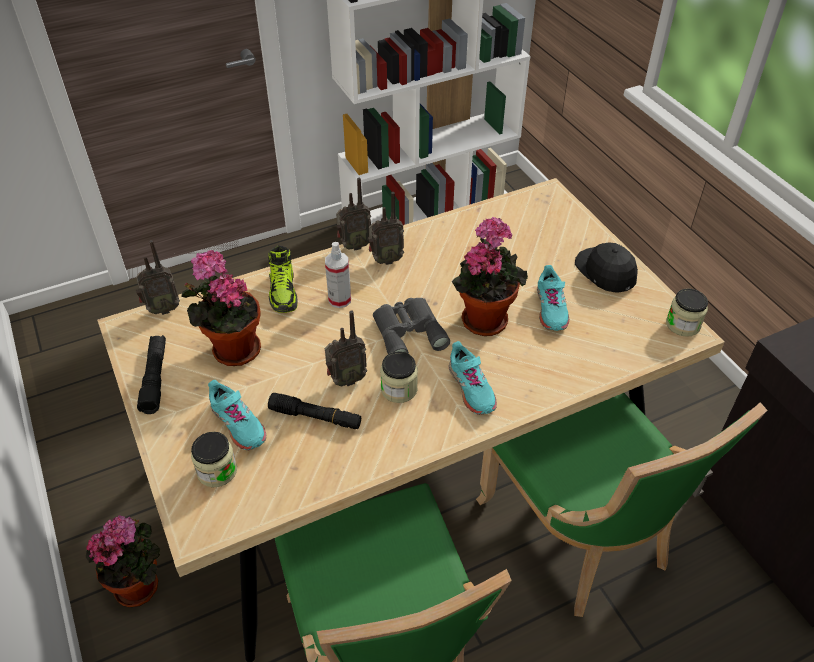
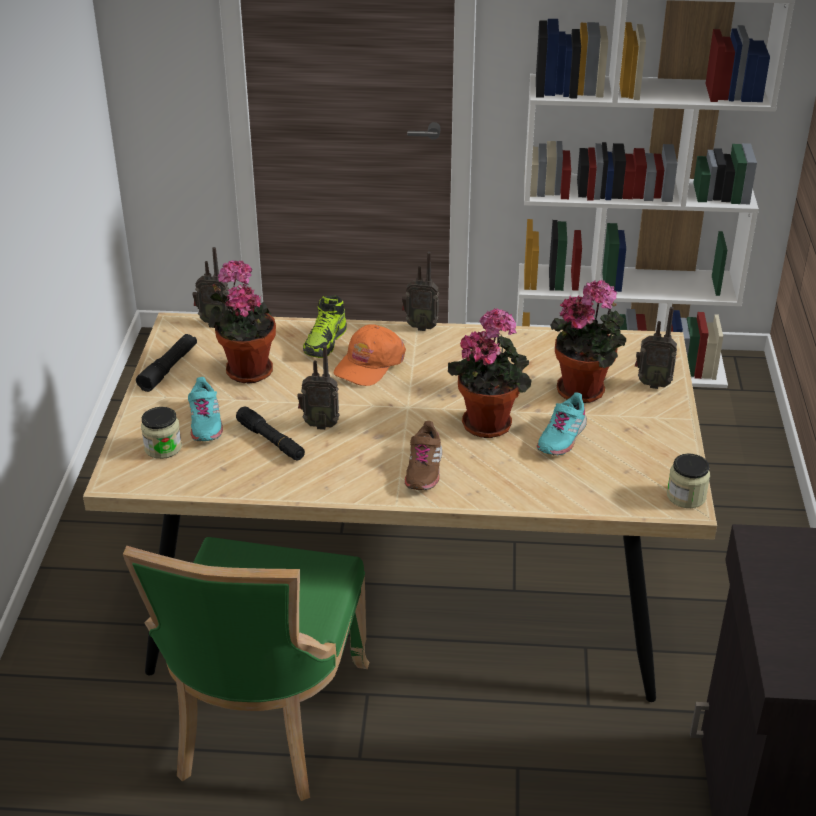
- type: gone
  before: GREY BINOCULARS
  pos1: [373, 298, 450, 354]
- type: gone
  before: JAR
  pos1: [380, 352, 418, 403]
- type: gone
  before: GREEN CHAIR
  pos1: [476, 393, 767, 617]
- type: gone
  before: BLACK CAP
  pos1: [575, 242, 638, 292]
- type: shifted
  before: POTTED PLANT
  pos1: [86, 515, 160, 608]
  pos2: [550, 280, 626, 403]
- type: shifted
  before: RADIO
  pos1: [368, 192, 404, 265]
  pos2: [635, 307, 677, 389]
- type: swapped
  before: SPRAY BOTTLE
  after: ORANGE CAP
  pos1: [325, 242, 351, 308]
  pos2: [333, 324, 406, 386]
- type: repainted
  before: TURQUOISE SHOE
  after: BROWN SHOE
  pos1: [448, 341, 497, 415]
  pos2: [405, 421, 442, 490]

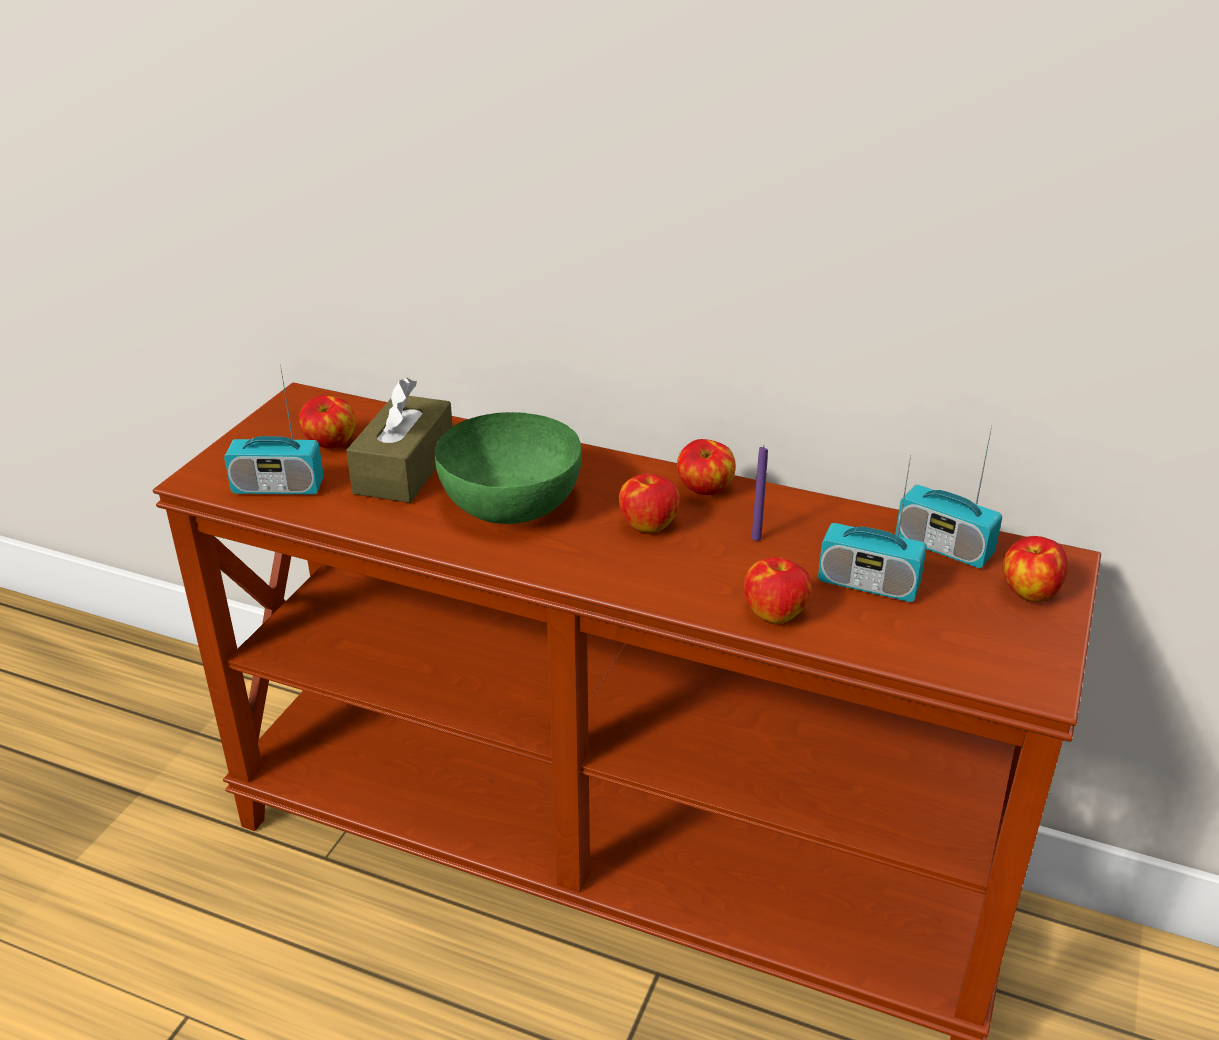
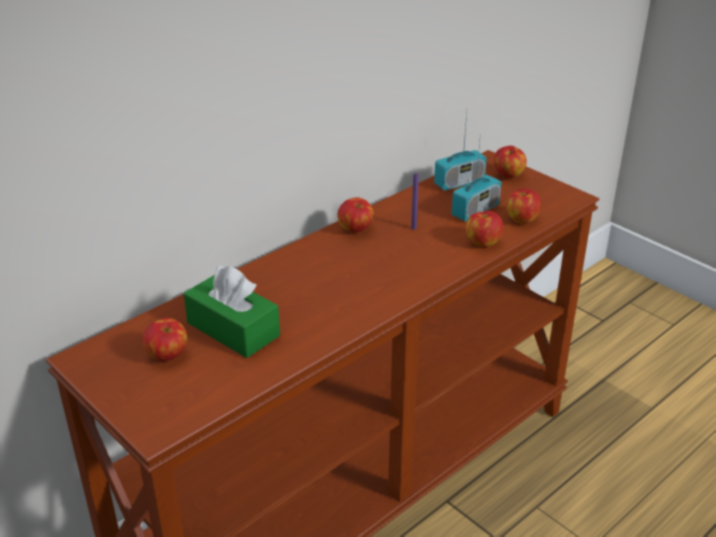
- type: gone
  before: RADIO
  pos1: [224, 364, 324, 494]
- type: gone
  before: GREEN BOWL
  pos1: [435, 412, 582, 524]
- type: shifted
  before: APPLE
  pos1: [619, 474, 680, 533]
  pos2: [505, 188, 541, 224]
- type: repainted
  before: BROWN TISSUE BOX
  after: GREEN TISSUE BOX
  pos1: [346, 378, 453, 503]
  pos2: [184, 265, 280, 358]

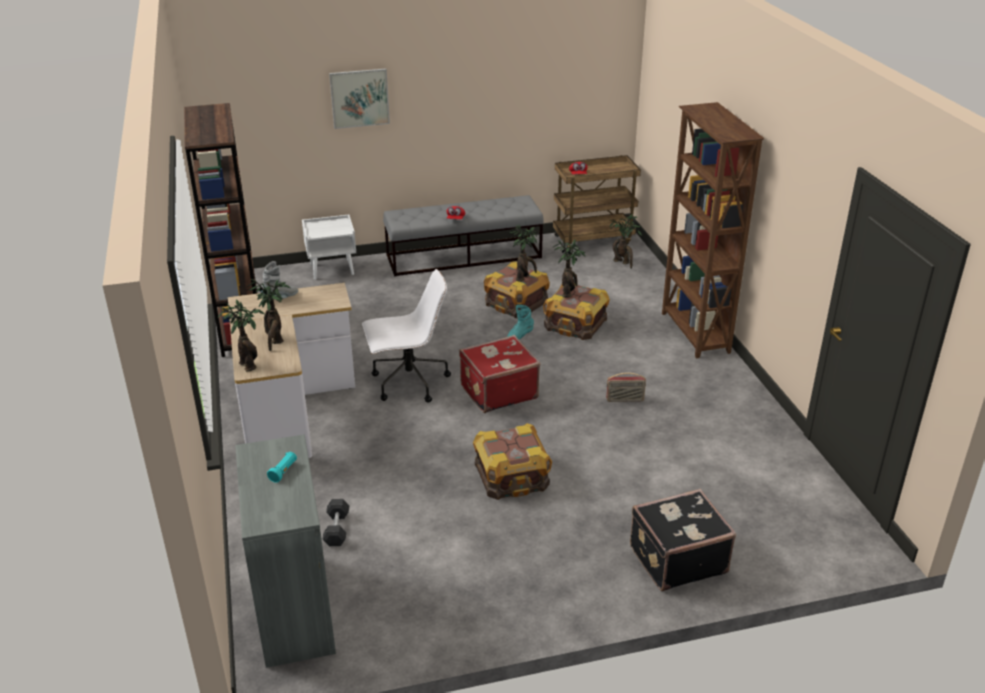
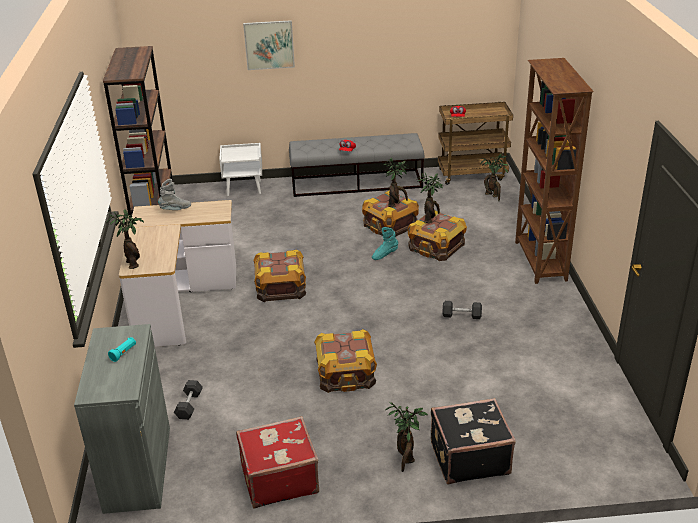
- type: shifted
  before: POTTED PLANT
  pos1: [247, 278, 290, 351]
  pos2: [385, 402, 428, 472]
- type: shifted
  before: RED SUITCASE
  pos1: [459, 335, 540, 413]
  pos2: [236, 416, 319, 509]
- type: swapped
  before: WHITE OFFICE CHAIR
  after: CRATE
  pos1: [362, 269, 451, 402]
  pos2: [253, 250, 306, 302]
- type: swapped
  before: RADIO
  after: GREY DUMBBELL
  pos1: [606, 372, 646, 402]
  pos2: [442, 301, 482, 319]

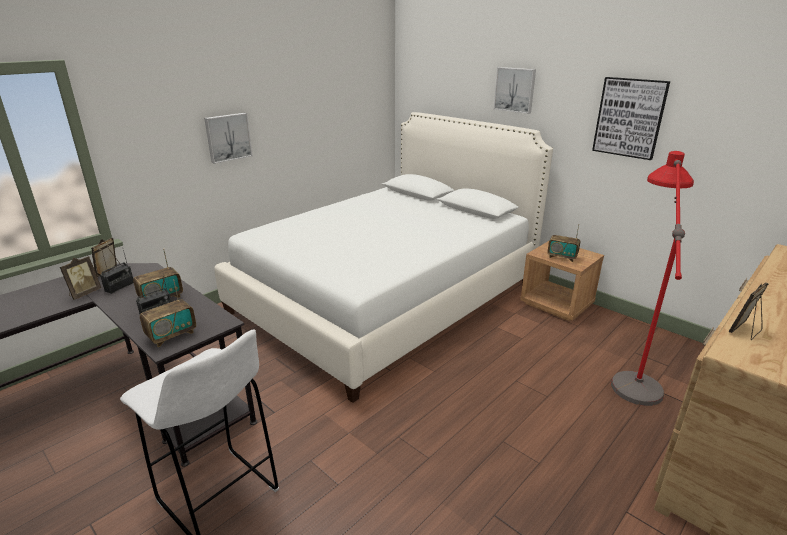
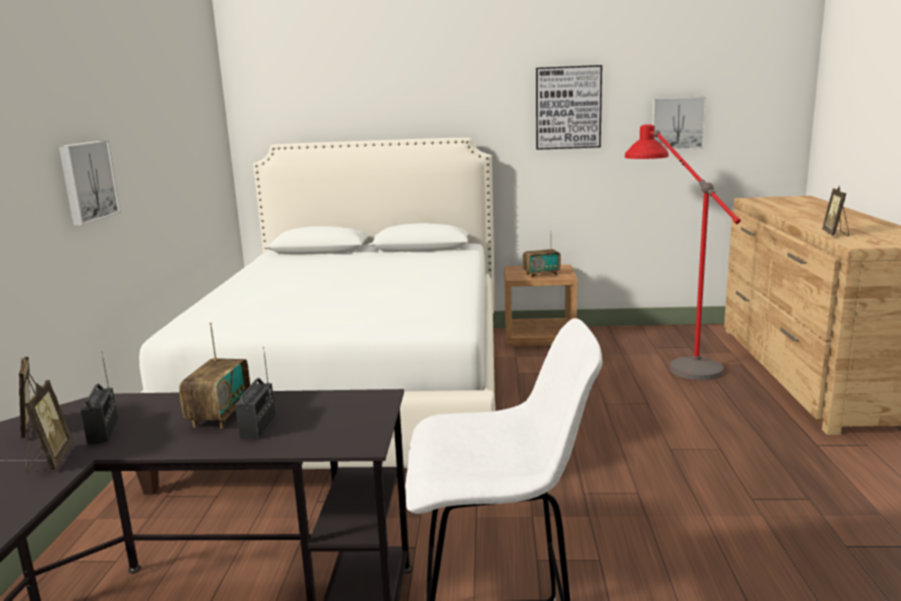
- type: gone
  before: RADIO
  pos1: [140, 279, 196, 347]
- type: shifted
  before: PICTURE
  pos1: [494, 67, 536, 114]
  pos2: [652, 97, 706, 150]

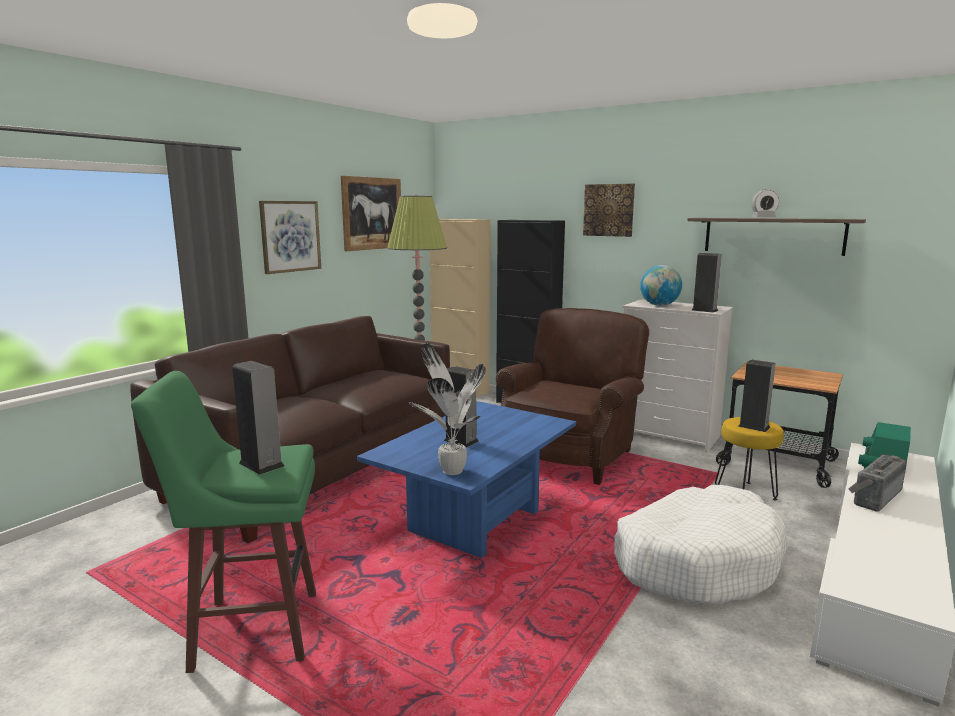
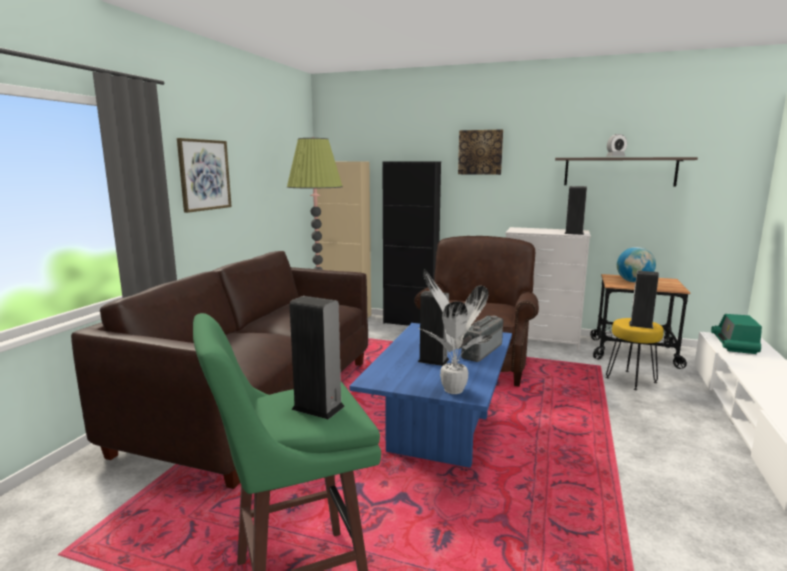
- type: gone
  before: PICTURE
  pos1: [341, 176, 401, 251]
- type: gone
  before: WHITE DOG BED
  pos1: [614, 485, 788, 605]
- type: shifted
  before: GLOBE
  pos1: [640, 265, 682, 306]
  pos2: [617, 247, 656, 283]
- type: shifted
  before: RADIO
  pos1: [849, 454, 907, 511]
  pos2: [459, 315, 503, 362]

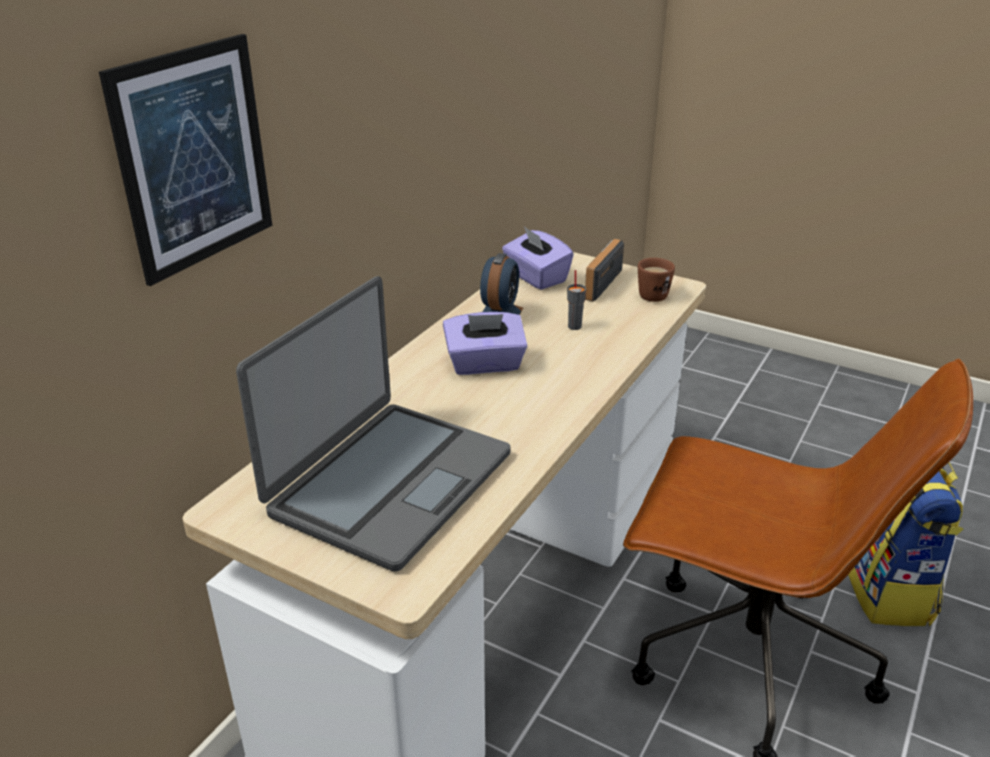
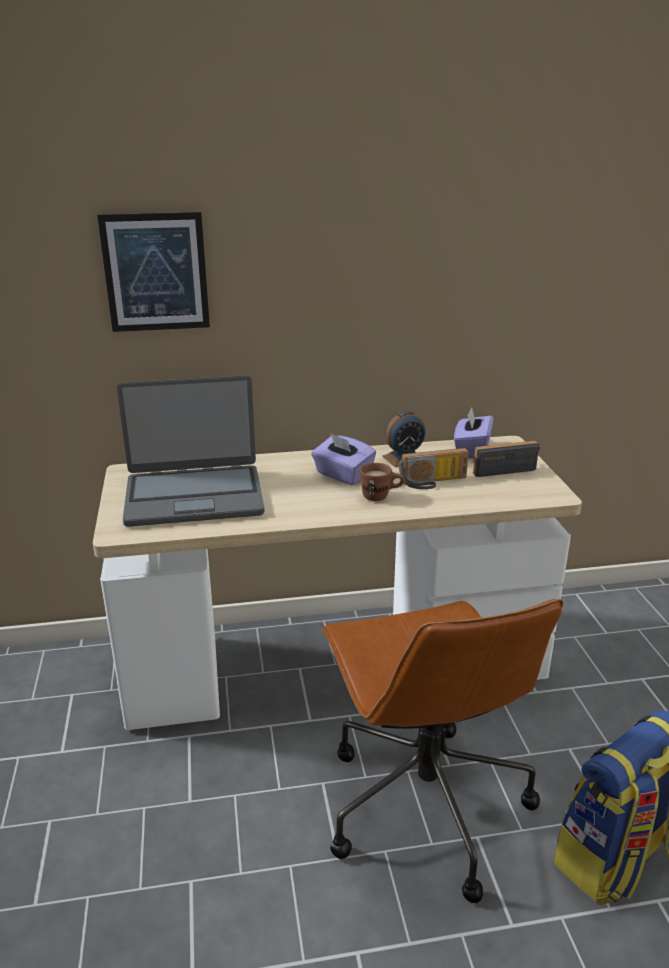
- type: shifted
  before: BROWN MUG
  pos1: [638, 258, 675, 302]
  pos2: [360, 463, 404, 501]
- type: swapped
  before: GREY CUP
  after: RADIO
  pos1: [567, 270, 586, 330]
  pos2: [399, 448, 469, 489]

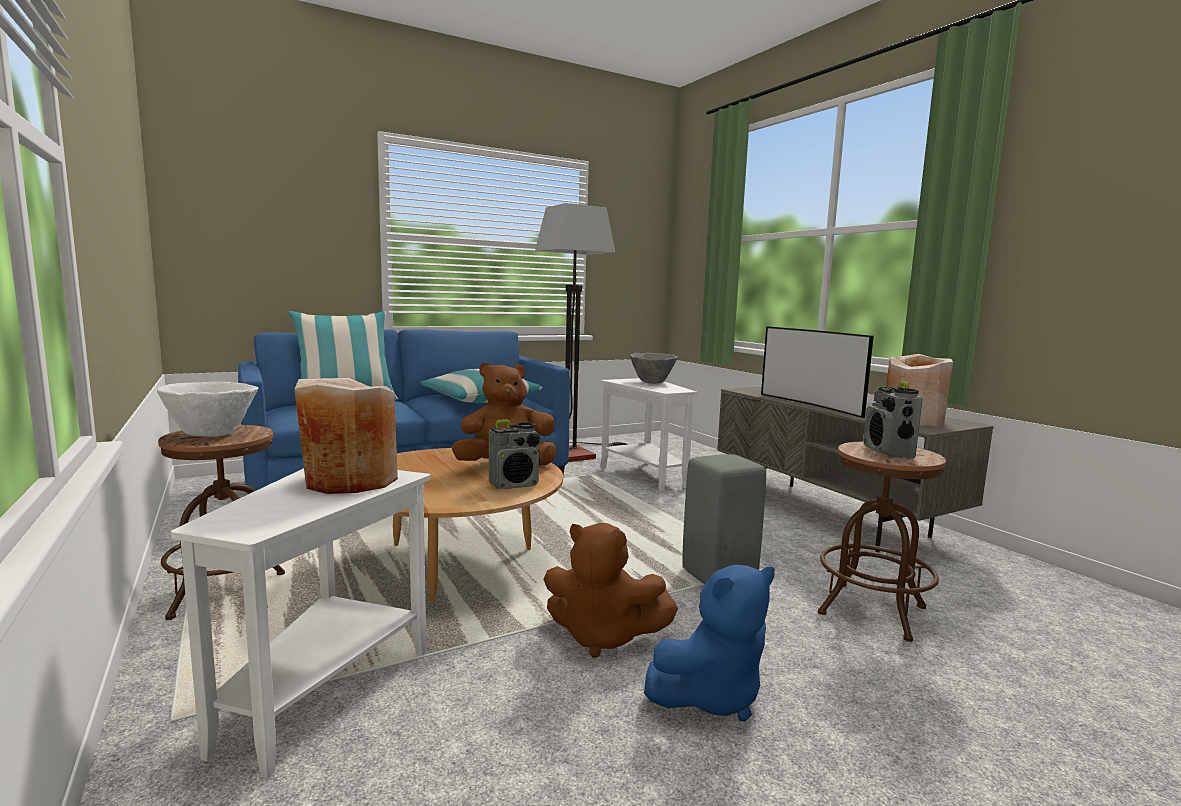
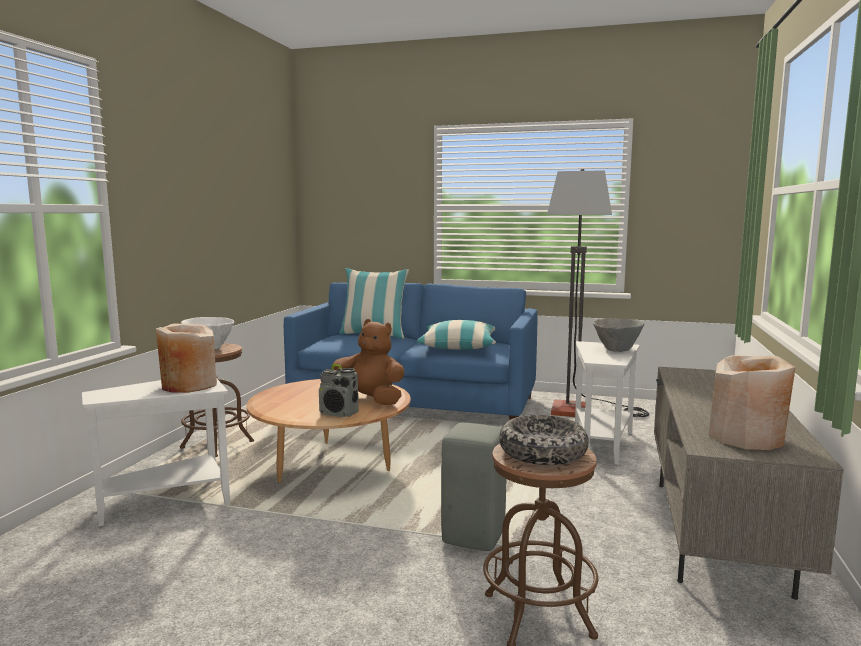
- type: gone
  before: BROWN PLUSH TOY
  pos1: [543, 523, 678, 658]
- type: gone
  before: BLUE PLUSH TOY
  pos1: [644, 565, 775, 722]
- type: gone
  before: TELEVISION
  pos1: [761, 326, 874, 418]
- type: swapped
  before: RADIO
  after: BOWL
  pos1: [863, 381, 923, 458]
  pos2: [499, 415, 589, 465]

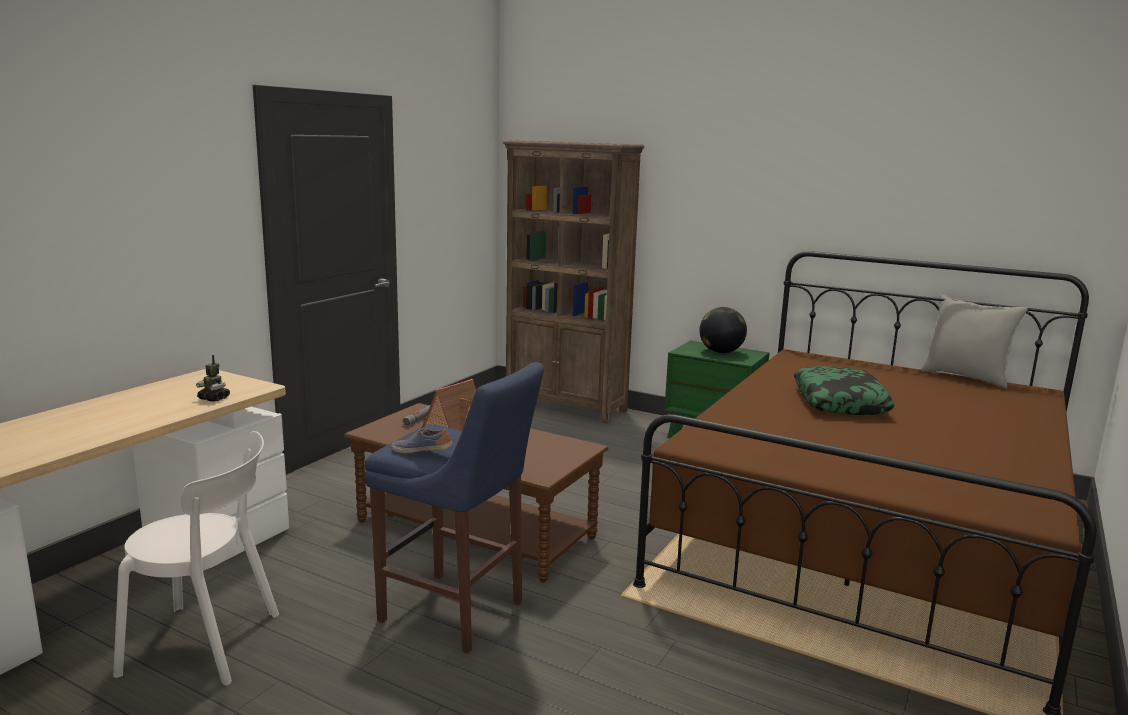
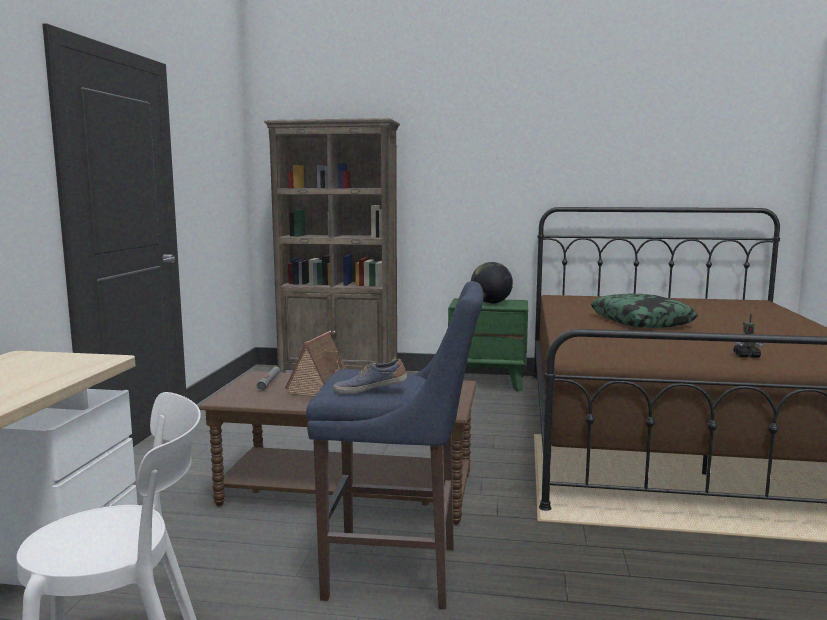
- type: gone
  before: GREY PILLOW
  pos1: [920, 294, 1028, 389]
- type: shifted
  before: TOY ROBOT
  pos1: [196, 355, 230, 402]
  pos2: [733, 314, 764, 358]

